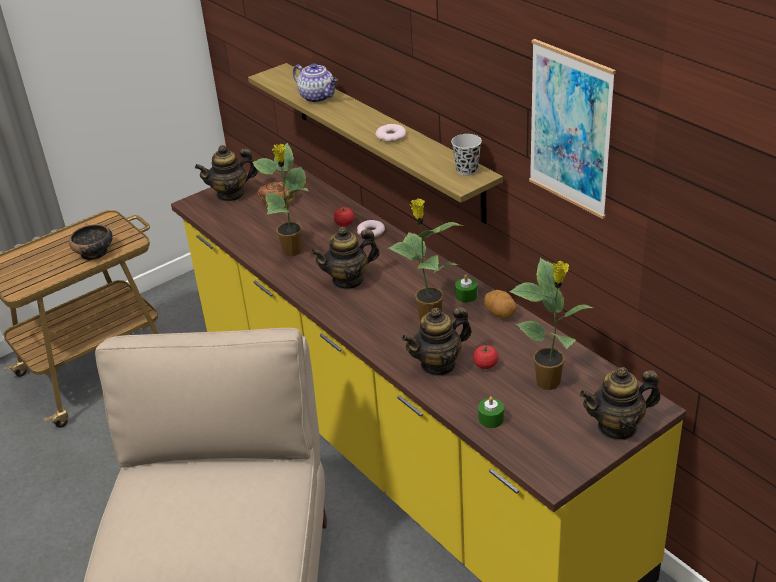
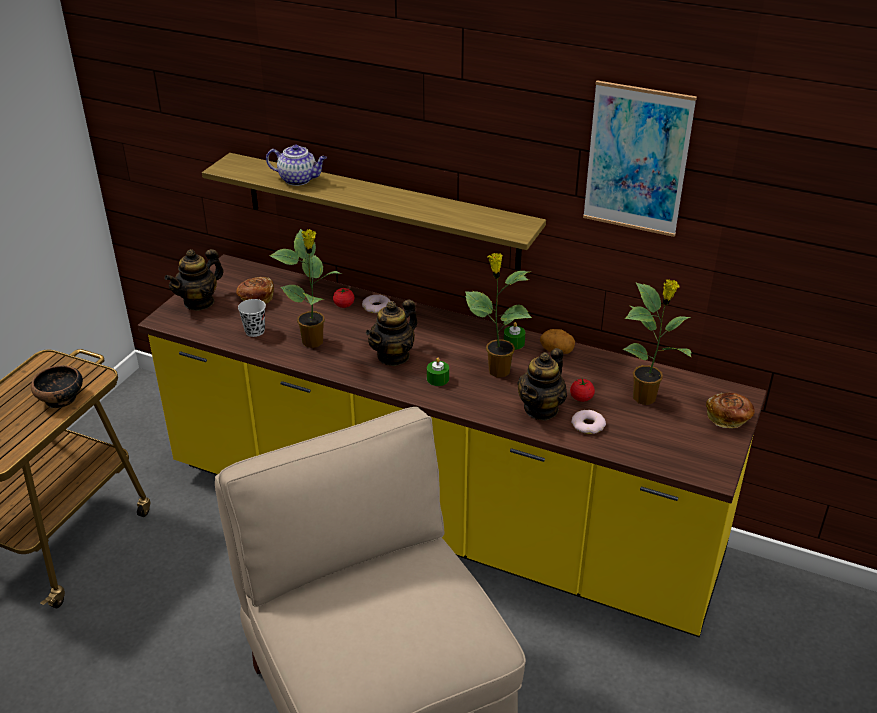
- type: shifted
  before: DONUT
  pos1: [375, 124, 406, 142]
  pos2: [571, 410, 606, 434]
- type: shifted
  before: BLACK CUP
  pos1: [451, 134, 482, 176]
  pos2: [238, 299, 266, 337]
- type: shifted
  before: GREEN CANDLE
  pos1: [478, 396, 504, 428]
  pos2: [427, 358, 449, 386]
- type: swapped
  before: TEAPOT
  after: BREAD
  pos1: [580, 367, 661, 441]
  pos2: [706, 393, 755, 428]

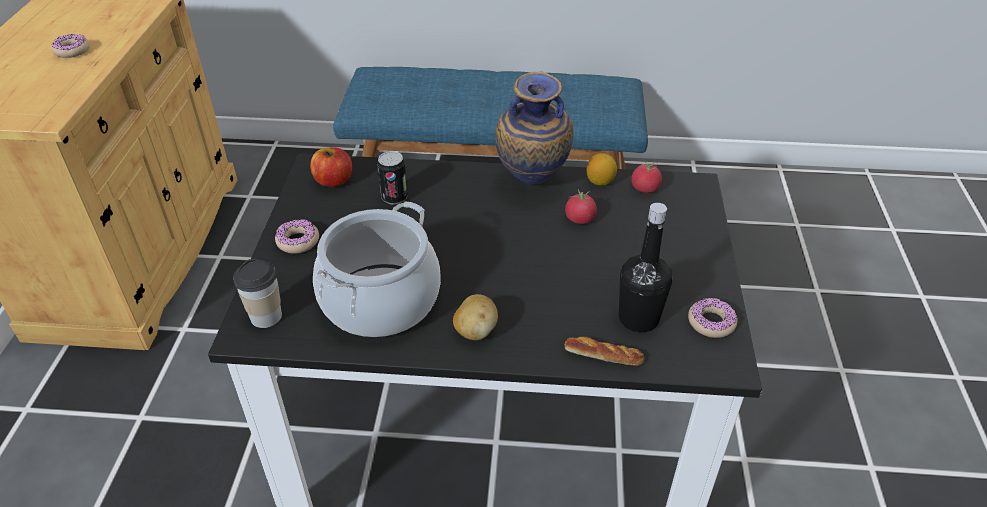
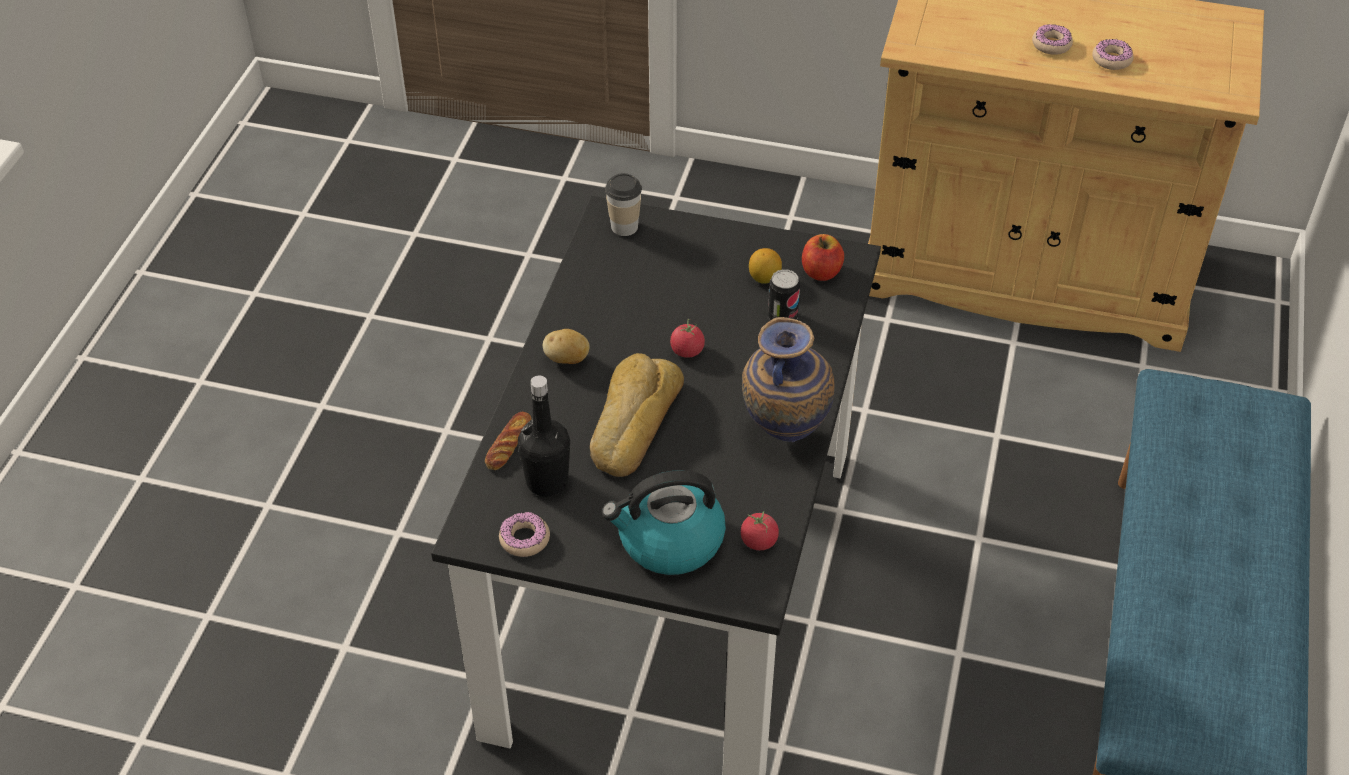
- type: gone
  before: COOKING POT
  pos1: [313, 201, 441, 337]
- type: new
  after: BREAD
  pos2: [590, 353, 684, 477]
- type: new
  after: KETTLE
  pos2: [602, 470, 726, 575]
- type: shifted
  before: DONUT
  pos1: [275, 219, 319, 254]
  pos2: [1092, 39, 1134, 70]
- type: shifted
  before: TOMATO
  pos1: [565, 189, 597, 224]
  pos2: [670, 319, 705, 358]
- type: shifted
  before: LEMON
  pos1: [586, 153, 617, 185]
  pos2: [749, 248, 782, 284]

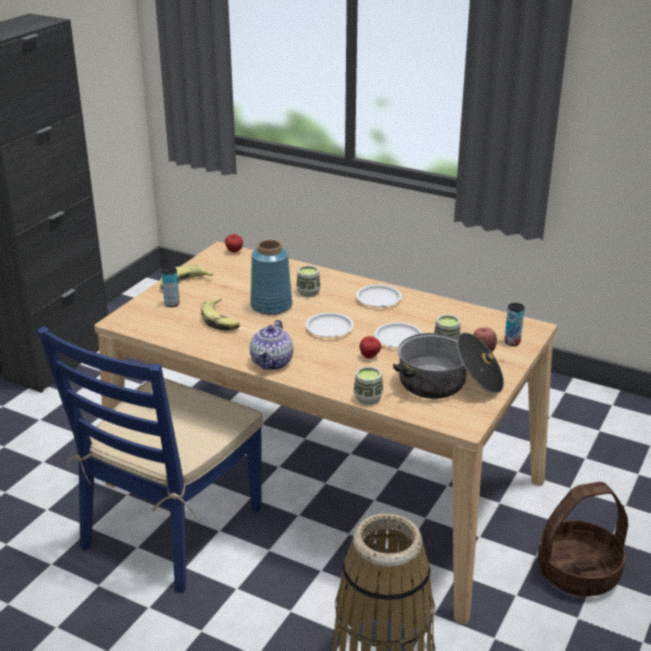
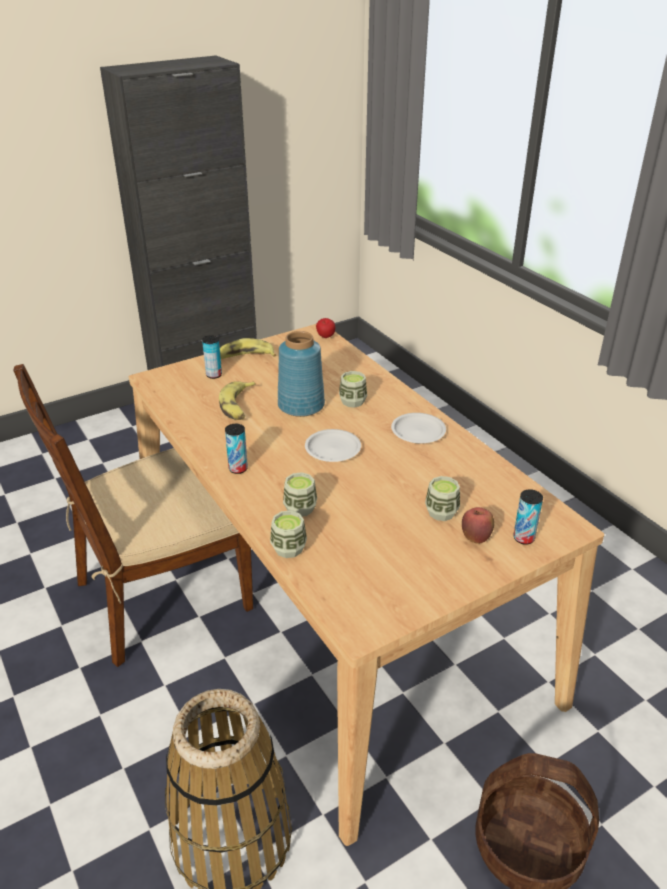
- type: gone
  before: APPLE
  pos1: [360, 336, 381, 358]
- type: gone
  before: WHITE PLATE
  pos1: [374, 322, 423, 348]
- type: gone
  before: COOKING POT
  pos1: [393, 332, 504, 399]
- type: new
  after: CUP
  pos2: [283, 472, 317, 517]
- type: swapped
  before: TEAPOT
  after: CAN
  pos1: [250, 320, 293, 370]
  pos2: [225, 424, 248, 474]
- type: repainted
  before: BLUE CHAIR
  after: BROWN CHAIR
  pos1: [37, 326, 263, 593]
  pos2: [13, 364, 253, 667]

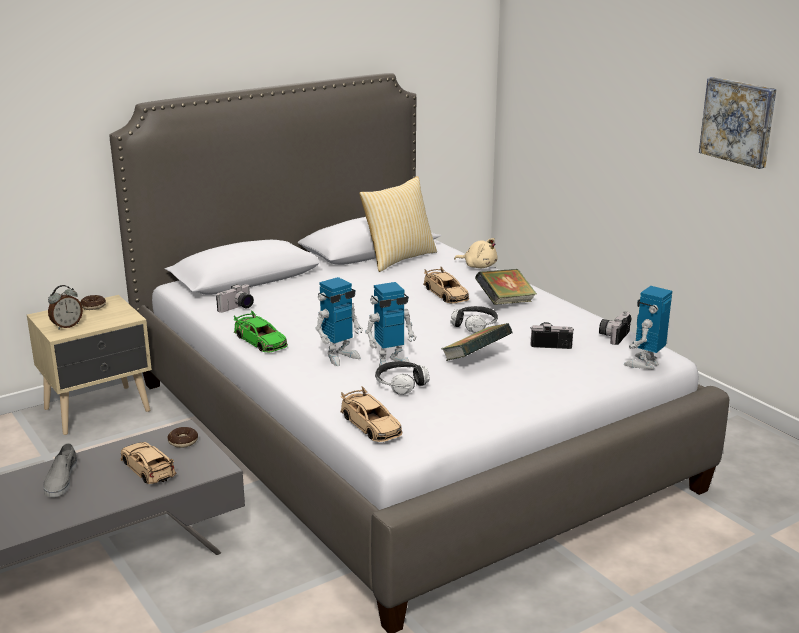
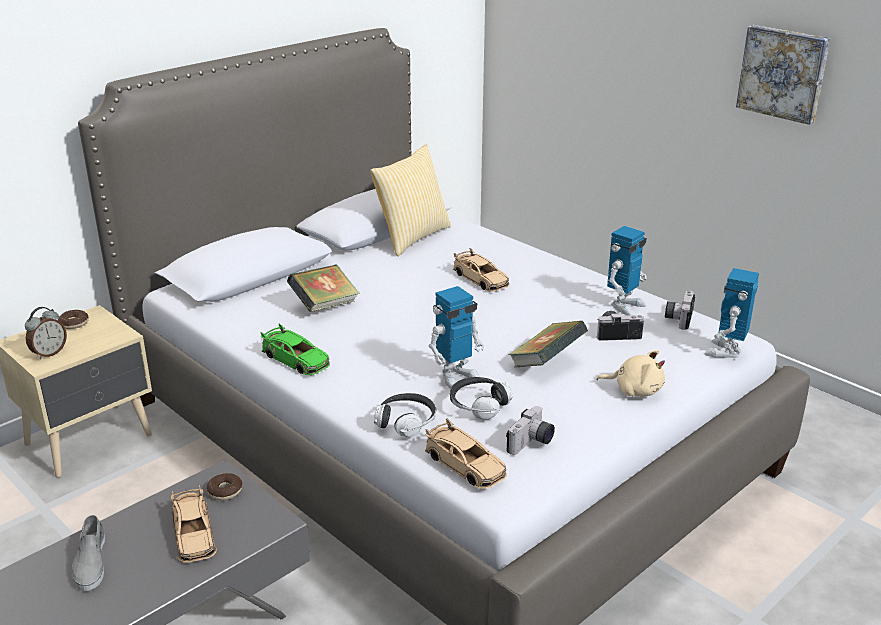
- type: shifted
  before: PHOTO CAMERA
  pos1: [216, 284, 254, 313]
  pos2: [506, 406, 555, 455]
- type: shifted
  before: TOY ROBOT
  pos1: [315, 277, 363, 366]
  pos2: [607, 226, 647, 315]
- type: shifted
  before: HEADPHONES
  pos1: [450, 306, 498, 333]
  pos2: [374, 393, 436, 437]
- type: shifted
  before: BEIGE PLUSH TOY
  pos1: [454, 238, 498, 268]
  pos2: [597, 350, 665, 396]
- type: shifted
  before: BOOK
  pos1: [475, 269, 537, 305]
  pos2: [287, 265, 360, 312]
- type: rotated
  before: BEIGE TOY CAR
  pos1: [120, 442, 177, 484]
  pos2: [171, 485, 217, 563]
  turn: -150

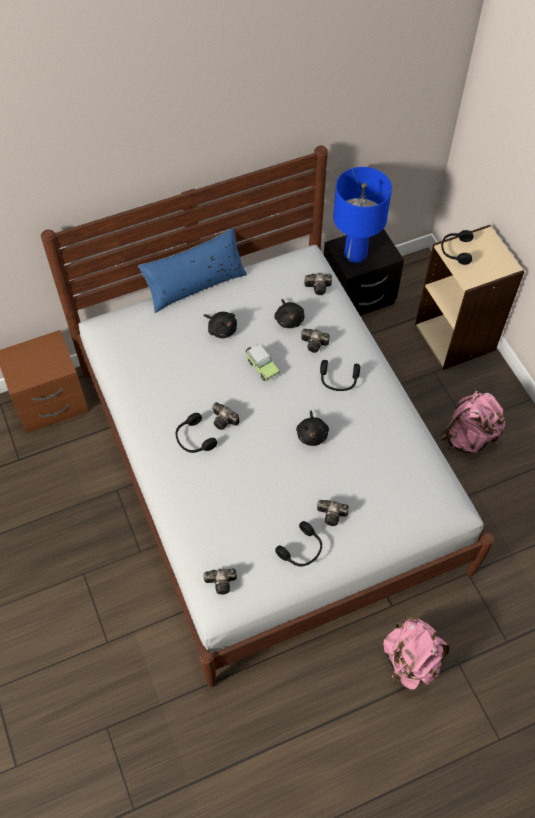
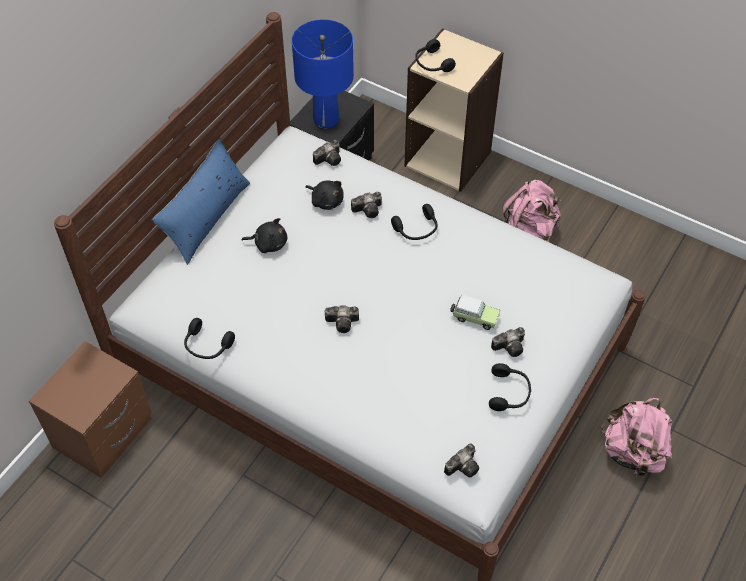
- type: gone
  before: BLACK PLUSH TOY
  pos1: [296, 410, 329, 446]
- type: shifted
  before: BLACK HEADPHONES
  pos1: [176, 413, 217, 453]
  pos2: [184, 318, 235, 359]
- type: shifted
  before: TOY CAR
  pos1: [246, 344, 280, 382]
  pos2: [451, 295, 500, 330]

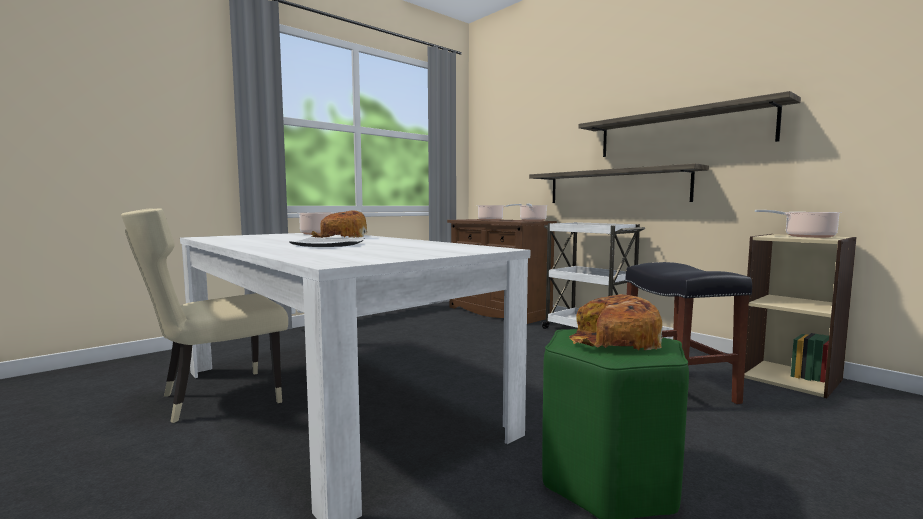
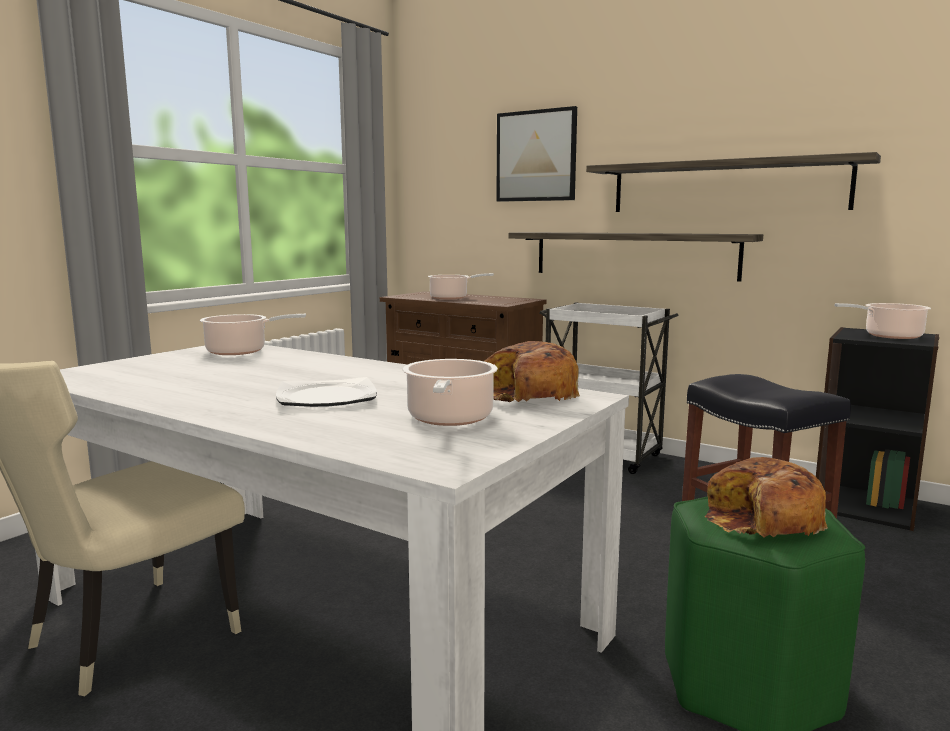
- type: new
  after: PICTURE
  pos2: [496, 106, 577, 202]
- type: shifted
  before: BREAD
  pos1: [312, 210, 367, 238]
  pos2: [484, 341, 580, 402]
- type: shifted
  before: COOKING POT
  pos1: [519, 204, 548, 221]
  pos2: [402, 359, 498, 426]
- type: repainted
  before: BEIGE BOOKCASE
  after: BLACK BOOKCASE
  pos1: [744, 234, 857, 398]
  pos2: [816, 327, 939, 531]

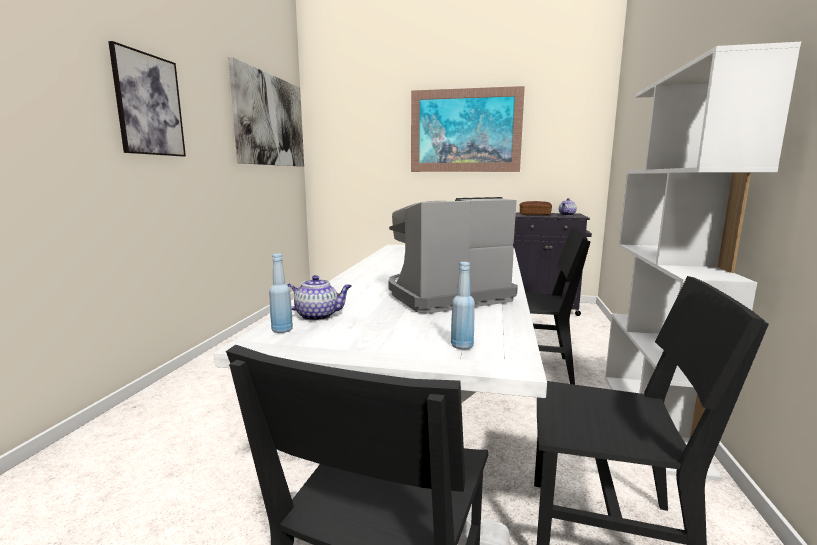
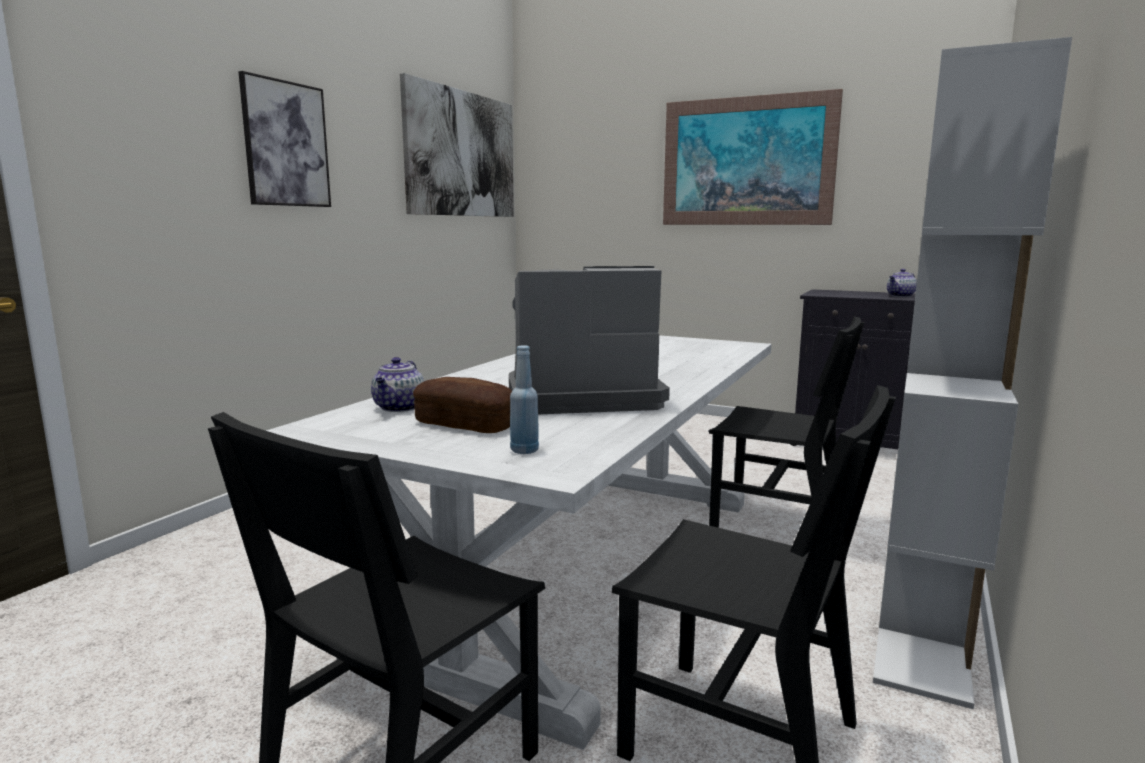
- type: gone
  before: BLUE BOTTLE
  pos1: [269, 254, 293, 333]
- type: shifted
  before: BREAD
  pos1: [519, 201, 552, 215]
  pos2: [413, 377, 512, 433]
- type: rotated
  before: TEAPOT
  pos1: [286, 275, 352, 321]
  pos2: [371, 357, 424, 412]
  turn: 90

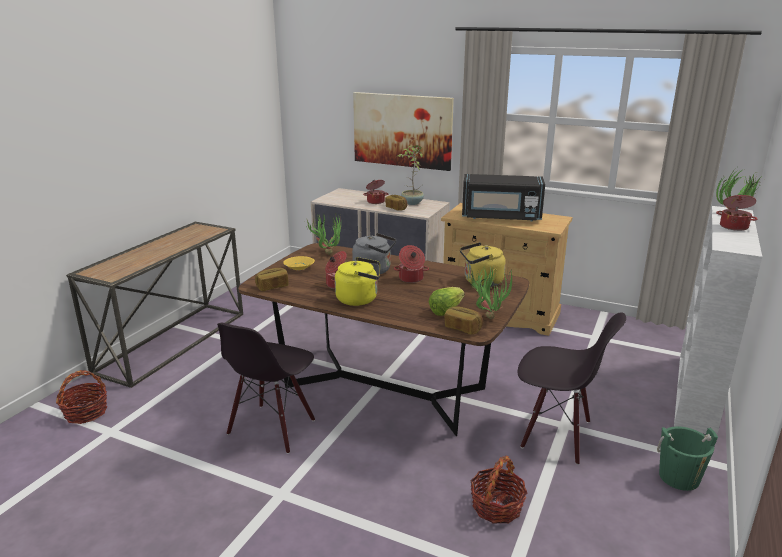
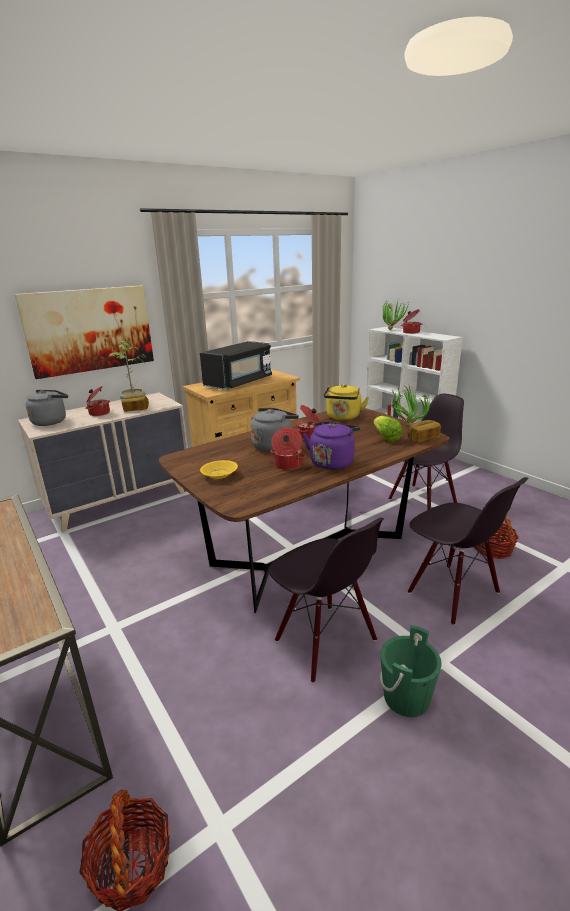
- type: gone
  before: BREAD
  pos1: [255, 268, 289, 291]
- type: gone
  before: POTTED PLANT
  pos1: [306, 211, 341, 255]
- type: new
  after: GREY KETTLE
  pos2: [26, 390, 68, 426]
- type: new
  after: BLACK CHAIR
  pos2: [408, 477, 528, 625]
- type: shifted
  before: GREEN BUCKET
  pos1: [657, 427, 718, 491]
  pos2: [379, 625, 441, 717]
- type: repainted
  before: YELLOW KETTLE
  after: PURPLE KETTLE
  pos1: [335, 257, 380, 306]
  pos2: [303, 421, 360, 470]

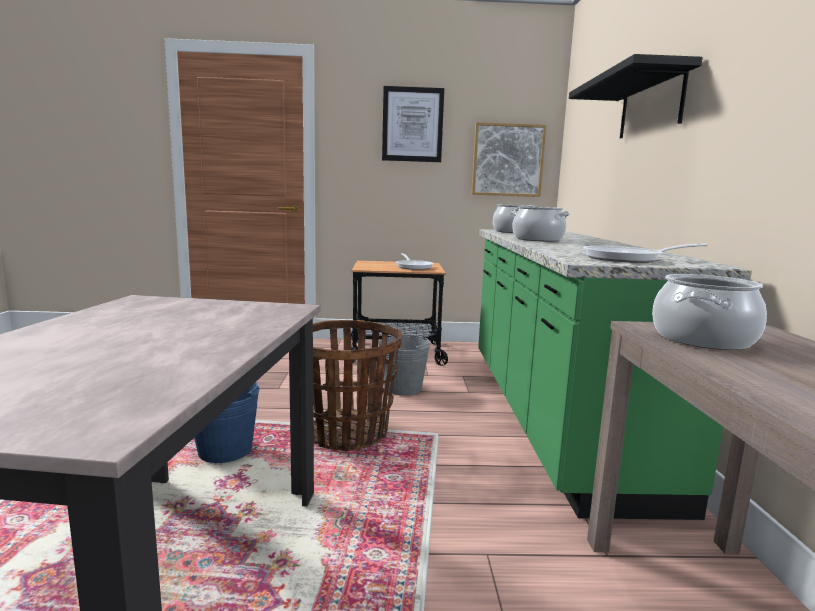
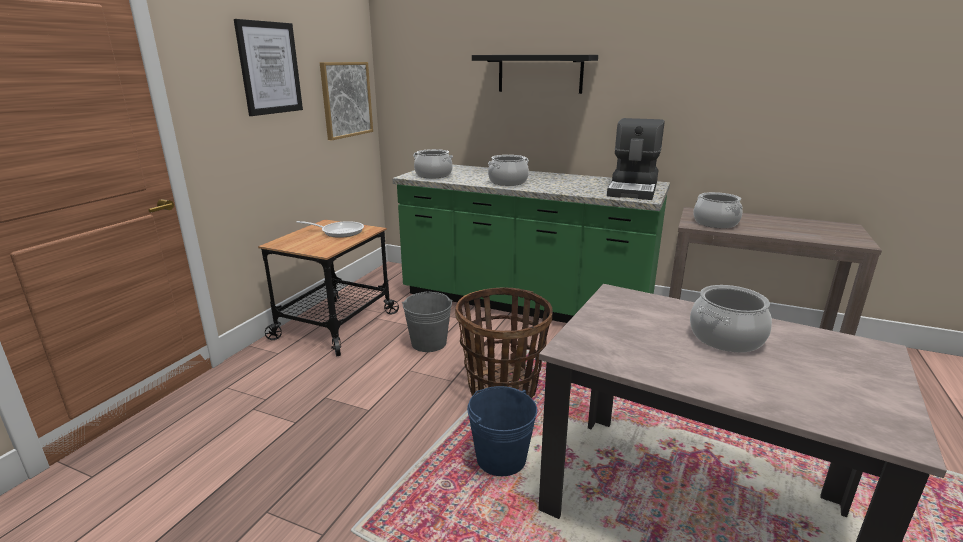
- type: new
  after: COOKING POT
  pos2: [690, 285, 772, 353]
- type: swapped
  before: FRYING PAN
  after: COFFEE MACHINE
  pos1: [583, 243, 707, 263]
  pos2: [607, 118, 664, 200]

